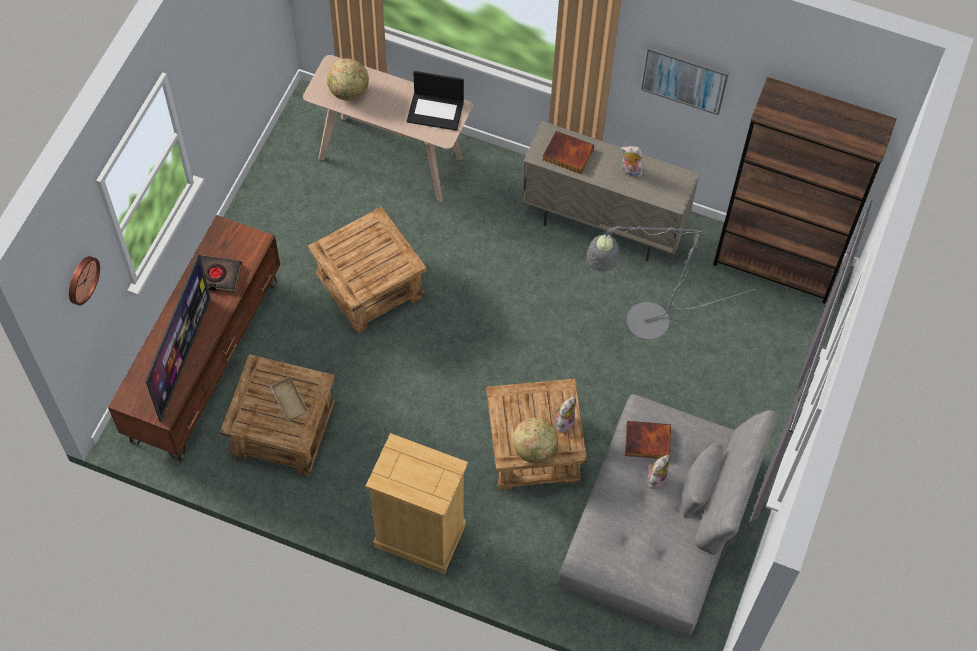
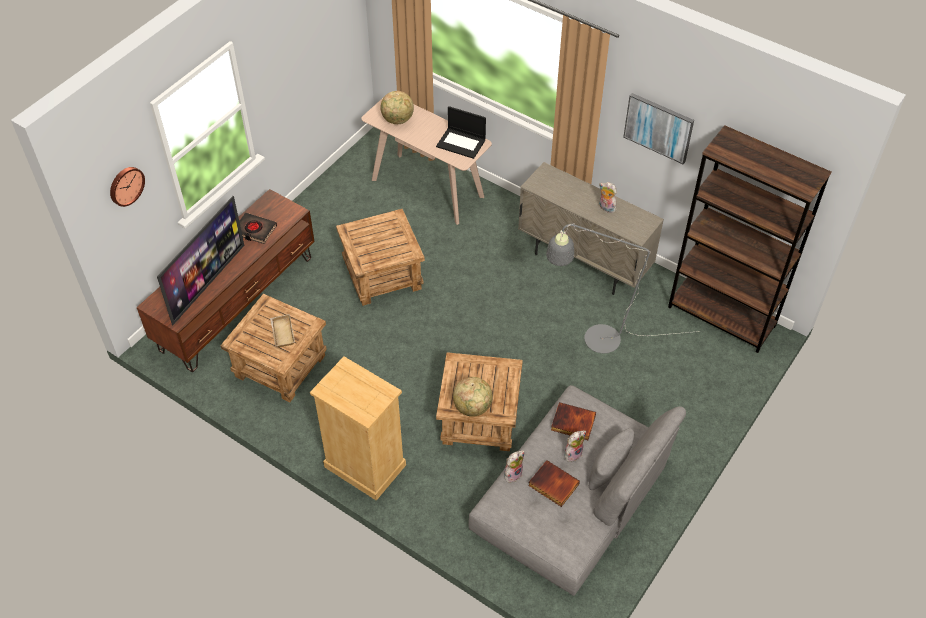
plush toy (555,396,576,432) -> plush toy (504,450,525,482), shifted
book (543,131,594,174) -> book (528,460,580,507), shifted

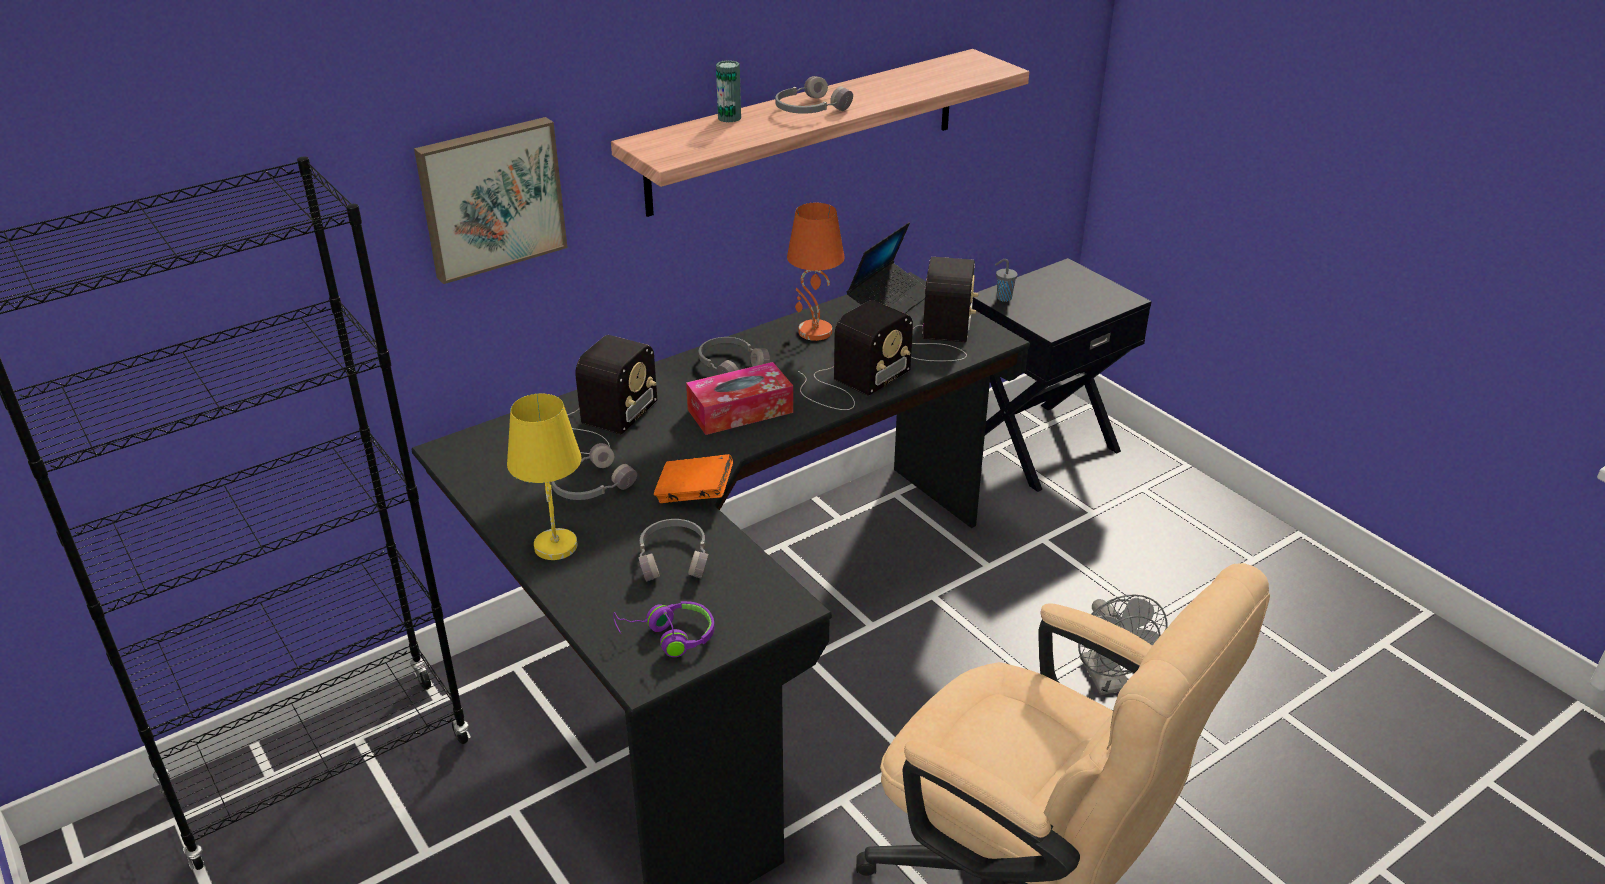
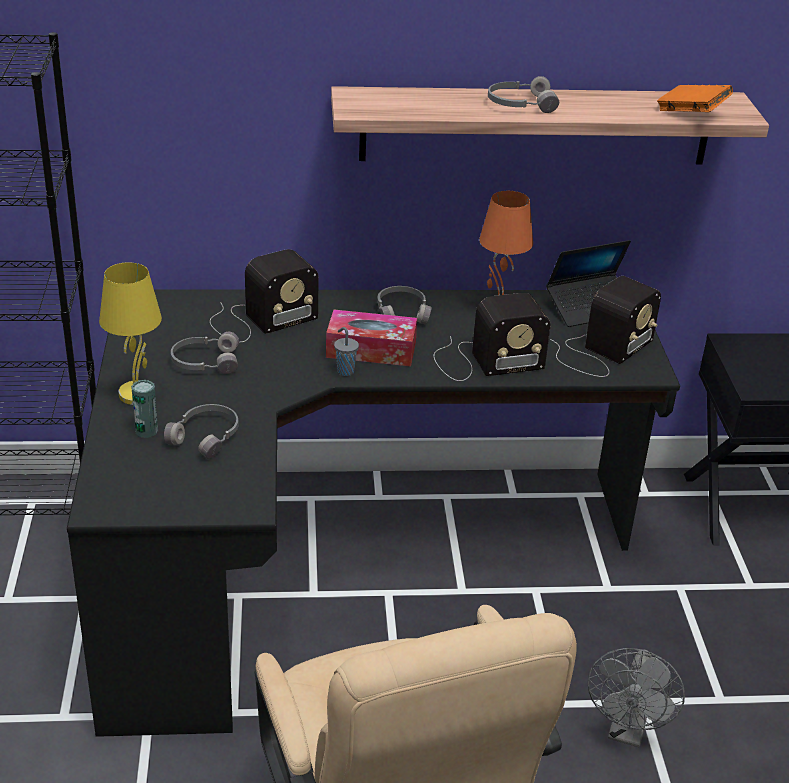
can (716,60,741,123) -> can (131,380,158,438), shifted
cup (grey) (995,259,1018,302) -> cup (grey) (334,327,359,376), shifted
book (orange) (654,454,733,503) -> book (orange) (657,85,733,112), shifted
picture (414,117,568,284) -> none
headphones (purple) (613,601,714,657) -> none

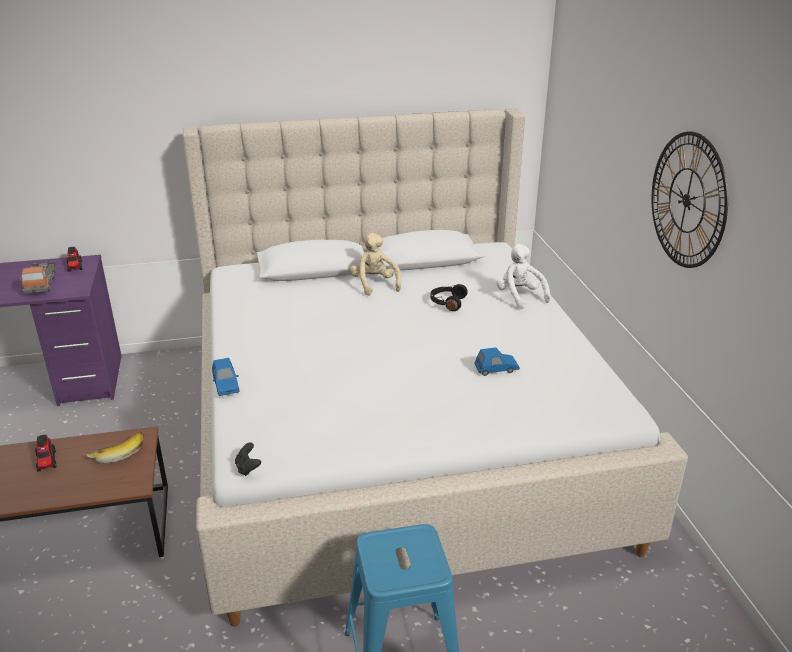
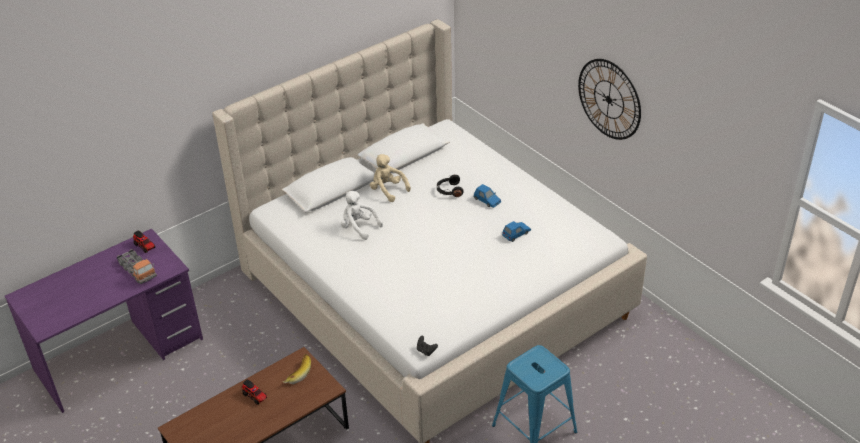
plush toy (white) (496,244,551,309) -> plush toy (white) (341,191,383,240), shifted
toy car (blue) (212,358,240,396) -> toy car (blue) (474,184,501,208), shifted

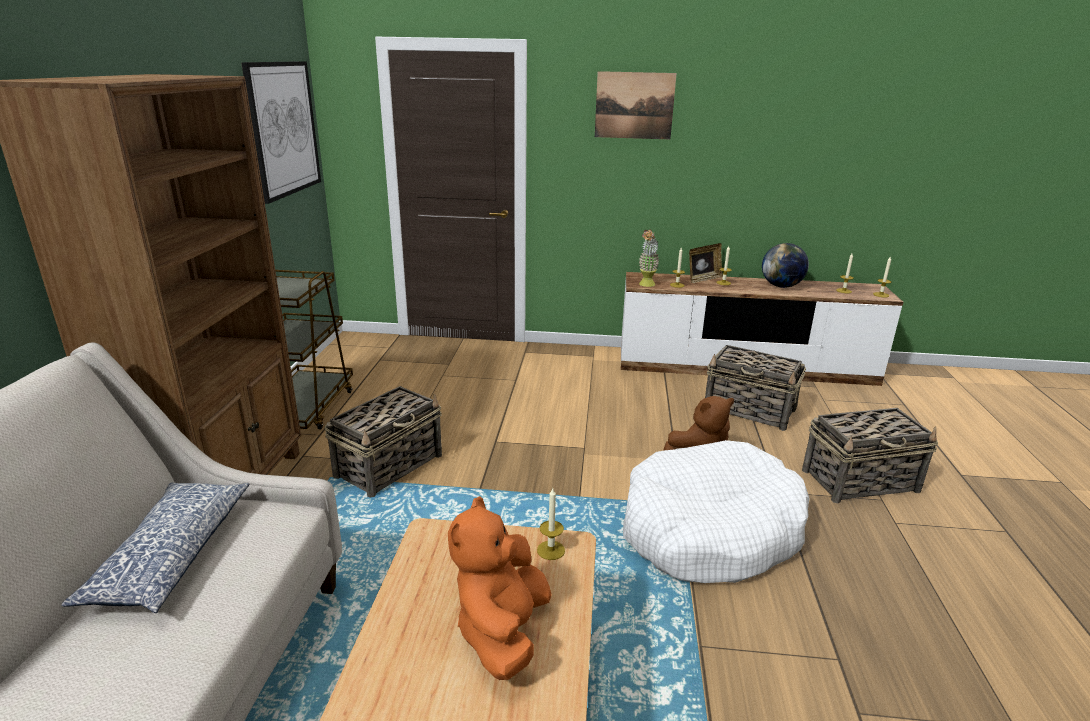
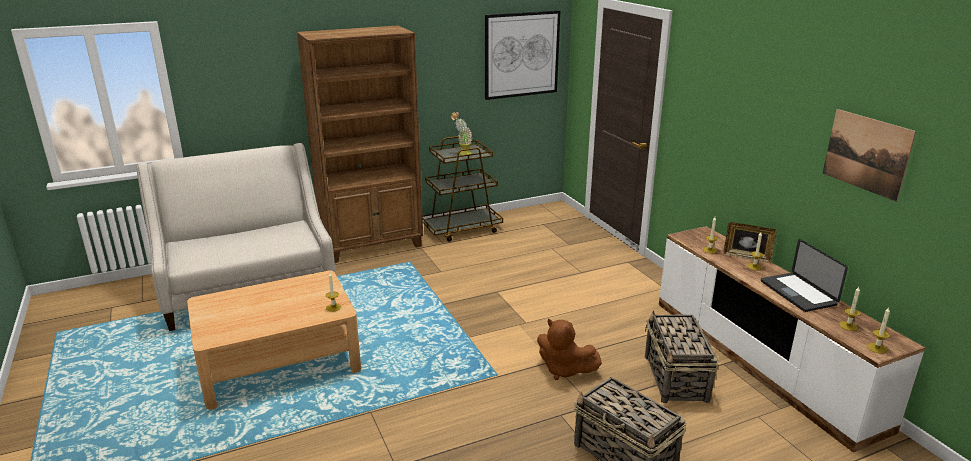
potted plant (639,229,660,287) -> potted plant (451,112,472,155), shifted
globe (762,243,809,288) -> laptop (761,239,848,312)
picture (595,71,677,139) -> picture (823,109,916,202), shifted
pillow (61,482,249,613) -> none
basket (325,386,442,498) -> none
plush toy (orange) (448,496,552,680) -> none
dog bed (white) (623,440,810,583) -> none

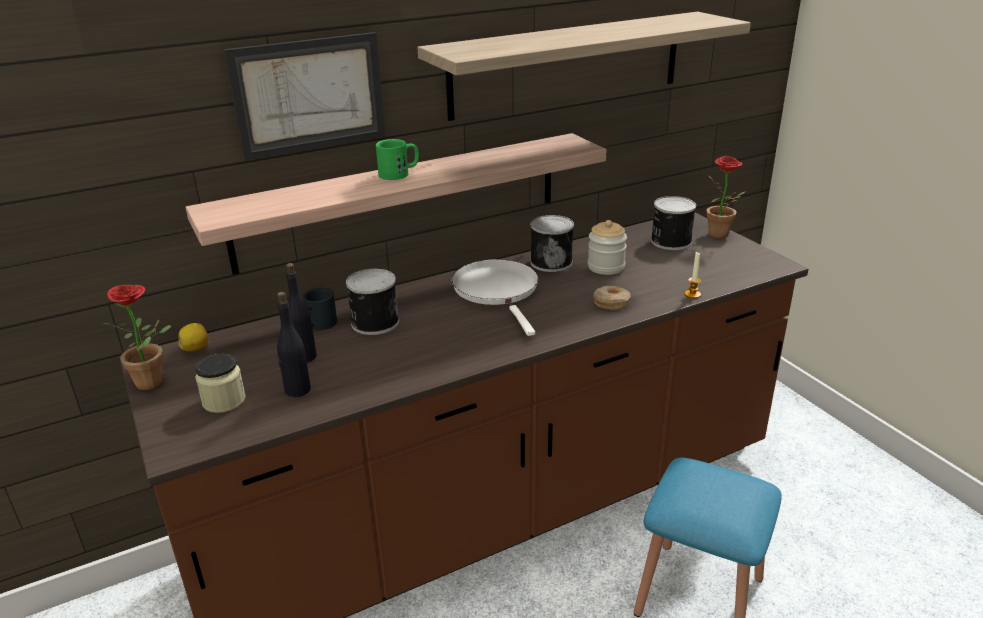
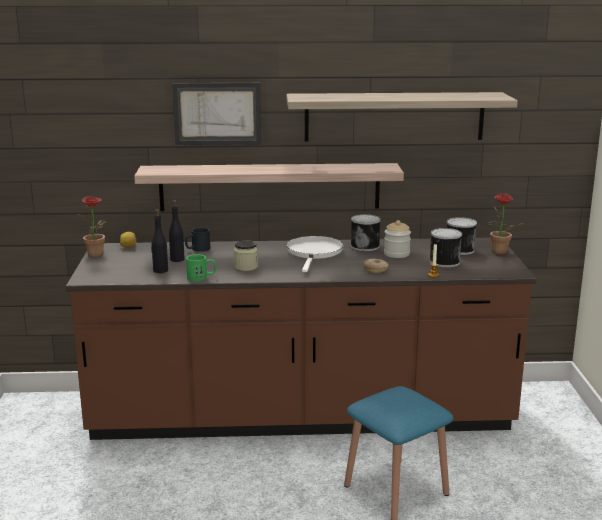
mug (green) (376,139,419,180) -> mug (green) (186,254,216,281), shifted
jar (195,354,246,413) -> jar (234,241,258,271), shifted
can (346,269,399,335) -> can (429,228,462,267), shifted

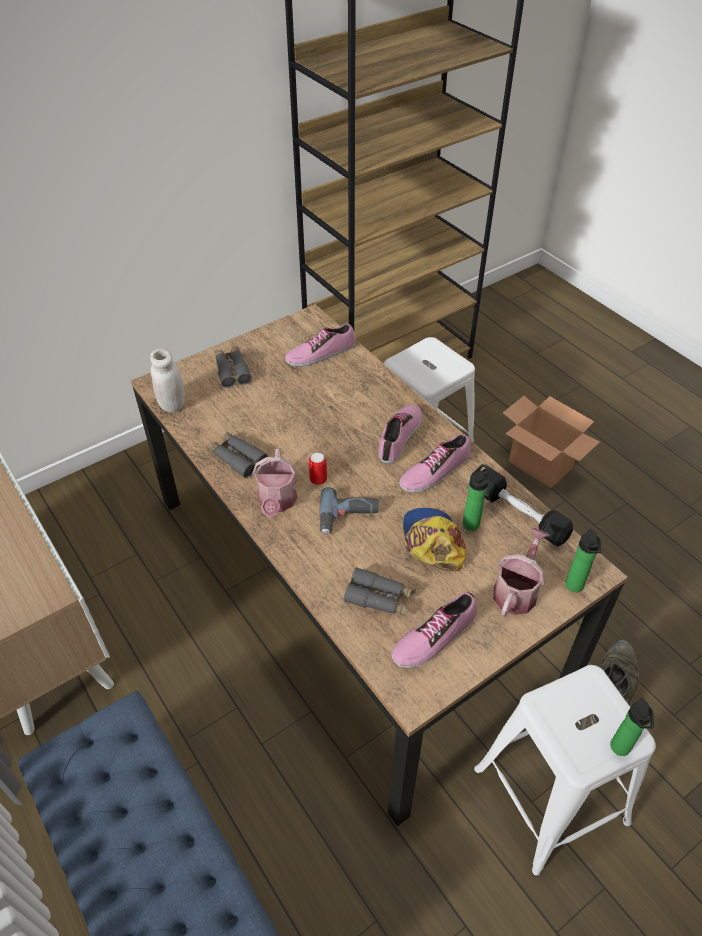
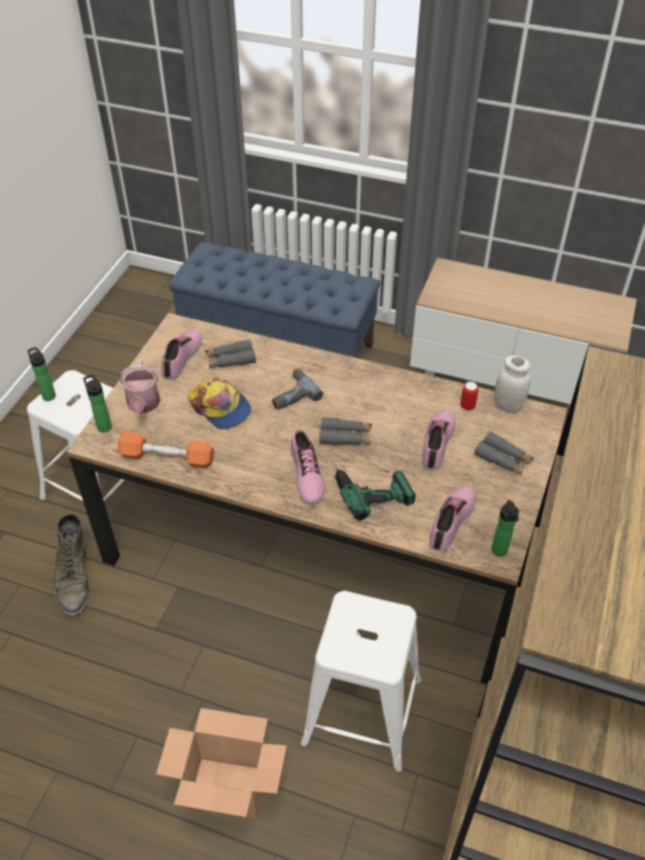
dumbbell (black) (482,468,573,546) -> dumbbell (orange) (118,431,214,468)
binoculars (grey) (208,431,268,478) -> binoculars (grey) (319,417,372,445), shifted
none -> power drill (333,461,416,520)
shoe (399,434,471,493) -> shoe (422,410,456,470), shifted
can (309,453,327,485) -> can (460,382,479,410), shifted
bottle (463,464,492,531) -> bottle (491,500,519,557), shifted
watering can (252,449,298,517) -> none

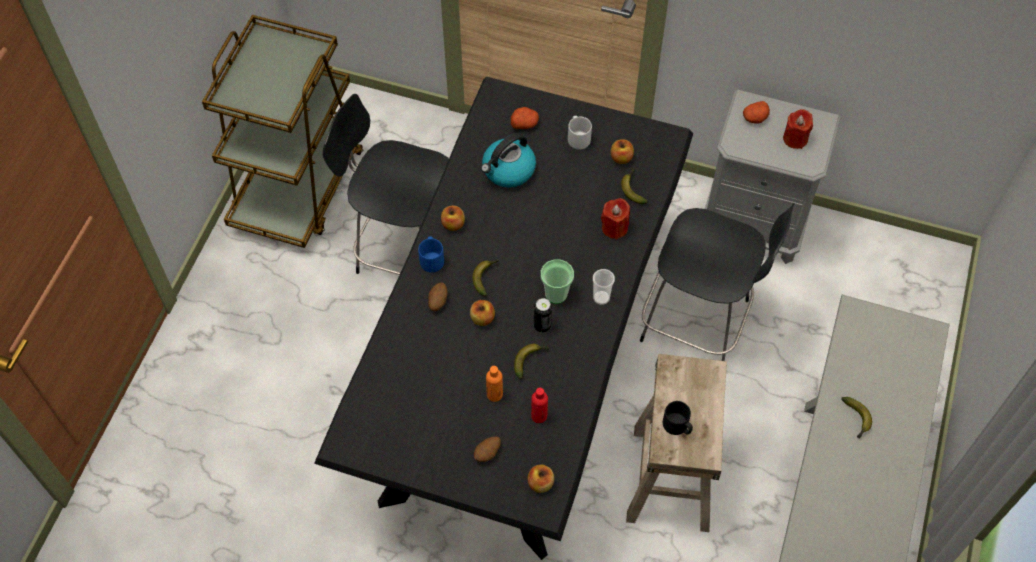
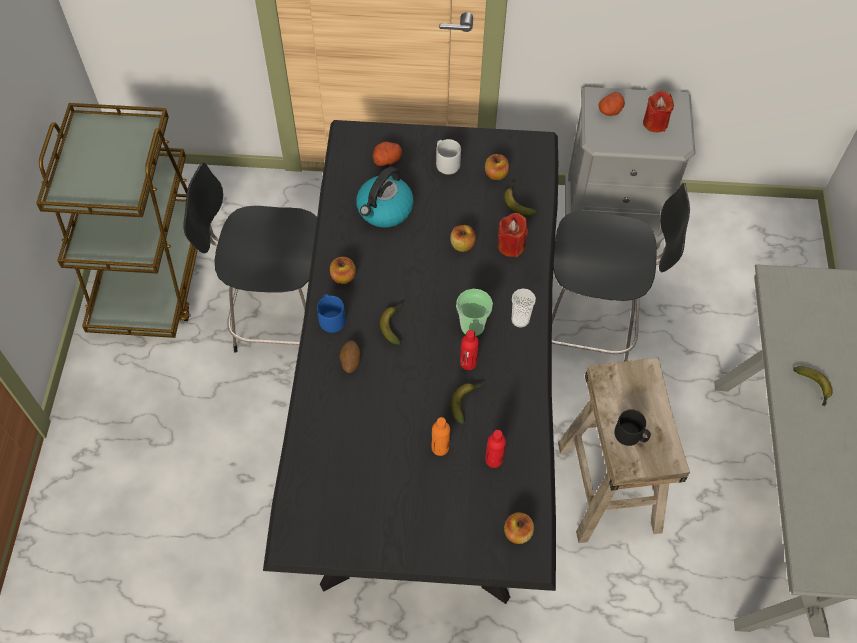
apple (470,300,495,326) -> apple (450,225,476,252), shifted
can (534,298,552,333) -> bottle (red) (460,330,479,370)
potato (474,437,501,462) -> none

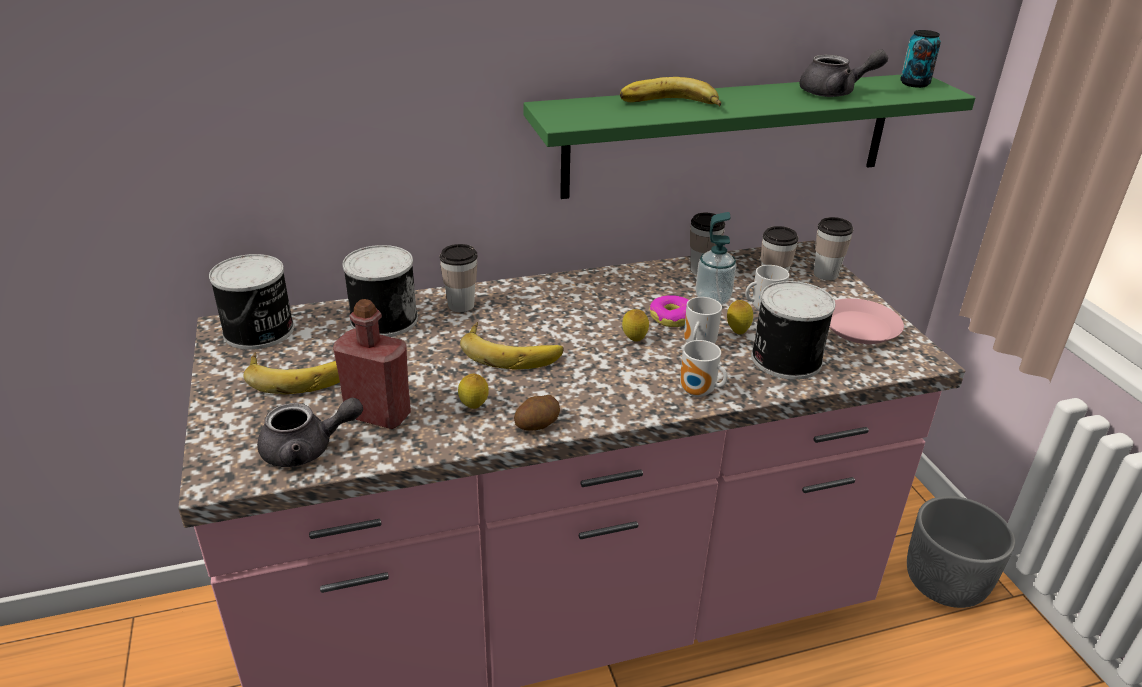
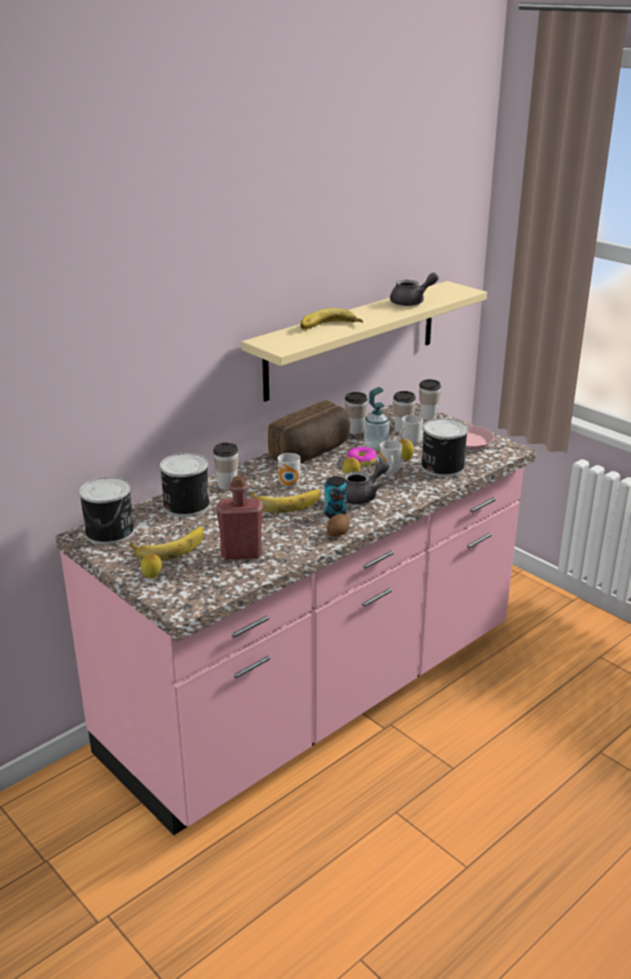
lemon (458,374,489,409) -> lemon (141,554,162,578), shifted
shelf (green) (523,75,975,199) -> shelf (beige) (241,281,487,402)
none -> bread (268,400,350,463)
mug (680,340,728,397) -> mug (278,453,307,487), shifted
can (900,30,941,88) -> can (324,476,347,518), shifted
teapot (grey) (257,397,363,467) -> teapot (grey) (344,460,389,504), shifted
planter (grey) (907,496,1015,608) -> none

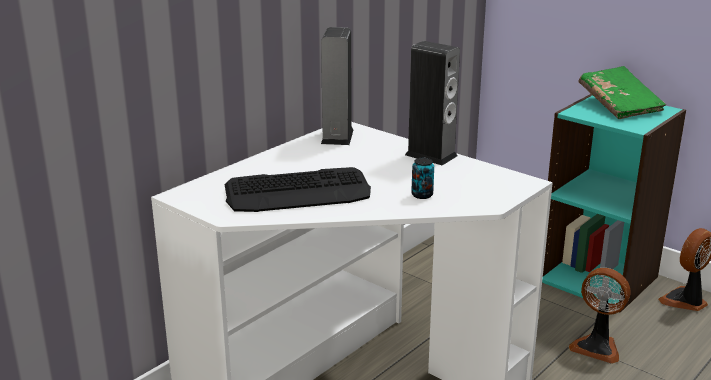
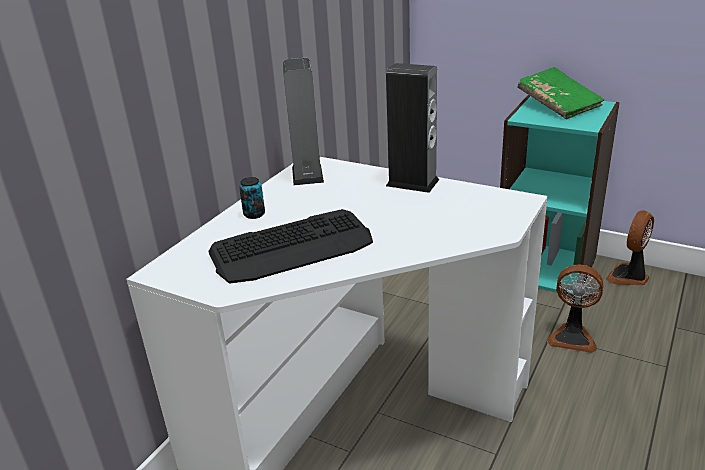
can (411,158,434,199) -> can (239,177,265,219), shifted

